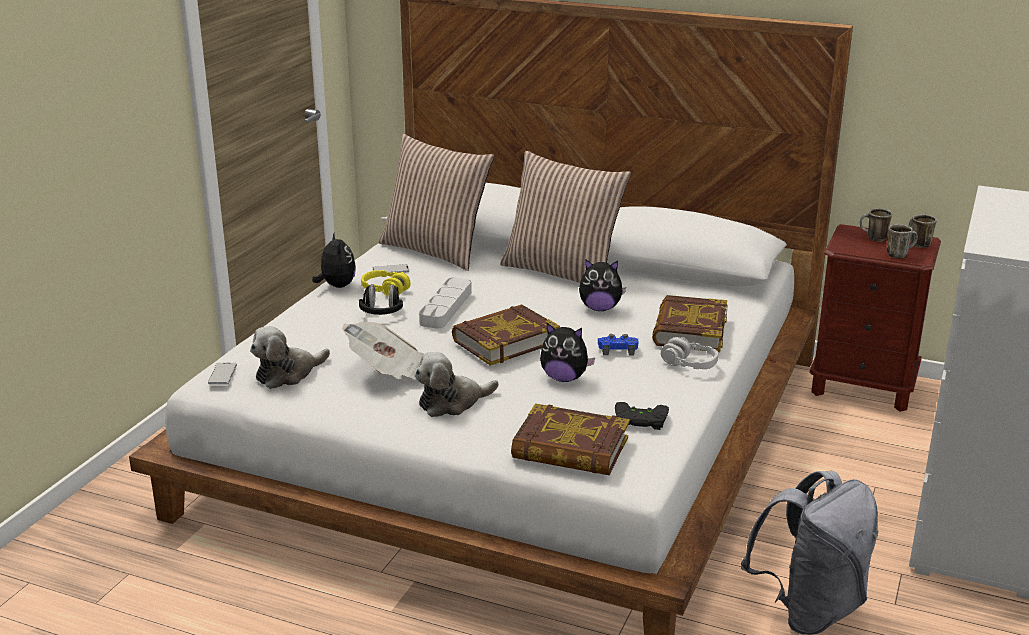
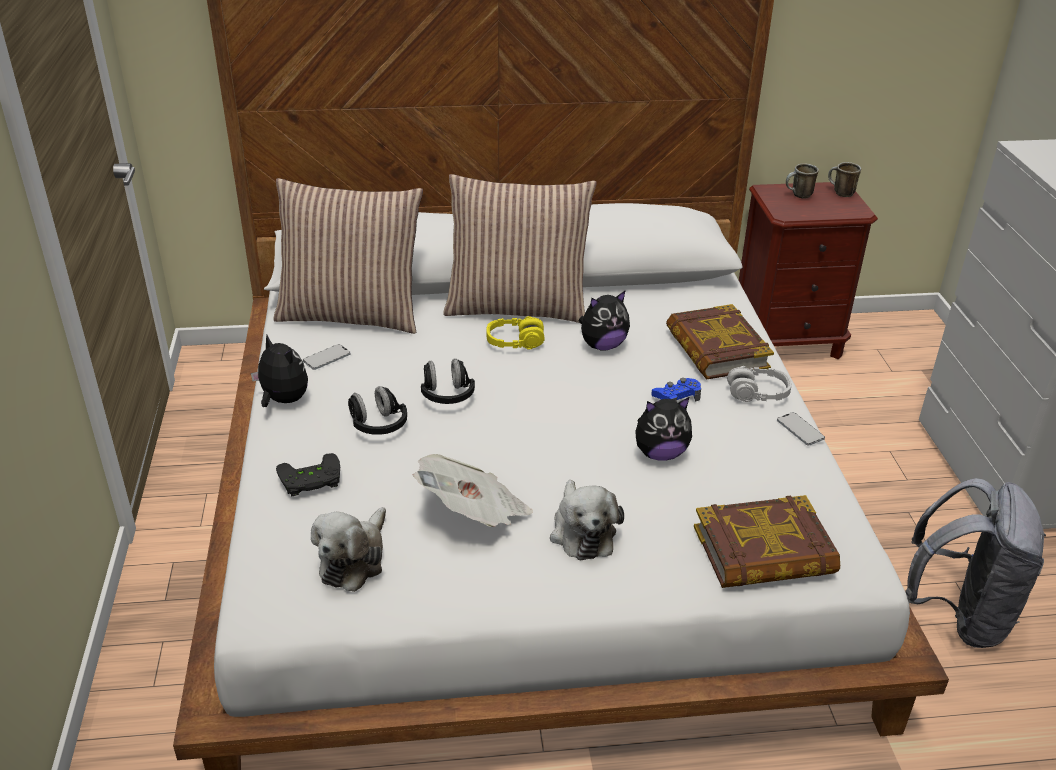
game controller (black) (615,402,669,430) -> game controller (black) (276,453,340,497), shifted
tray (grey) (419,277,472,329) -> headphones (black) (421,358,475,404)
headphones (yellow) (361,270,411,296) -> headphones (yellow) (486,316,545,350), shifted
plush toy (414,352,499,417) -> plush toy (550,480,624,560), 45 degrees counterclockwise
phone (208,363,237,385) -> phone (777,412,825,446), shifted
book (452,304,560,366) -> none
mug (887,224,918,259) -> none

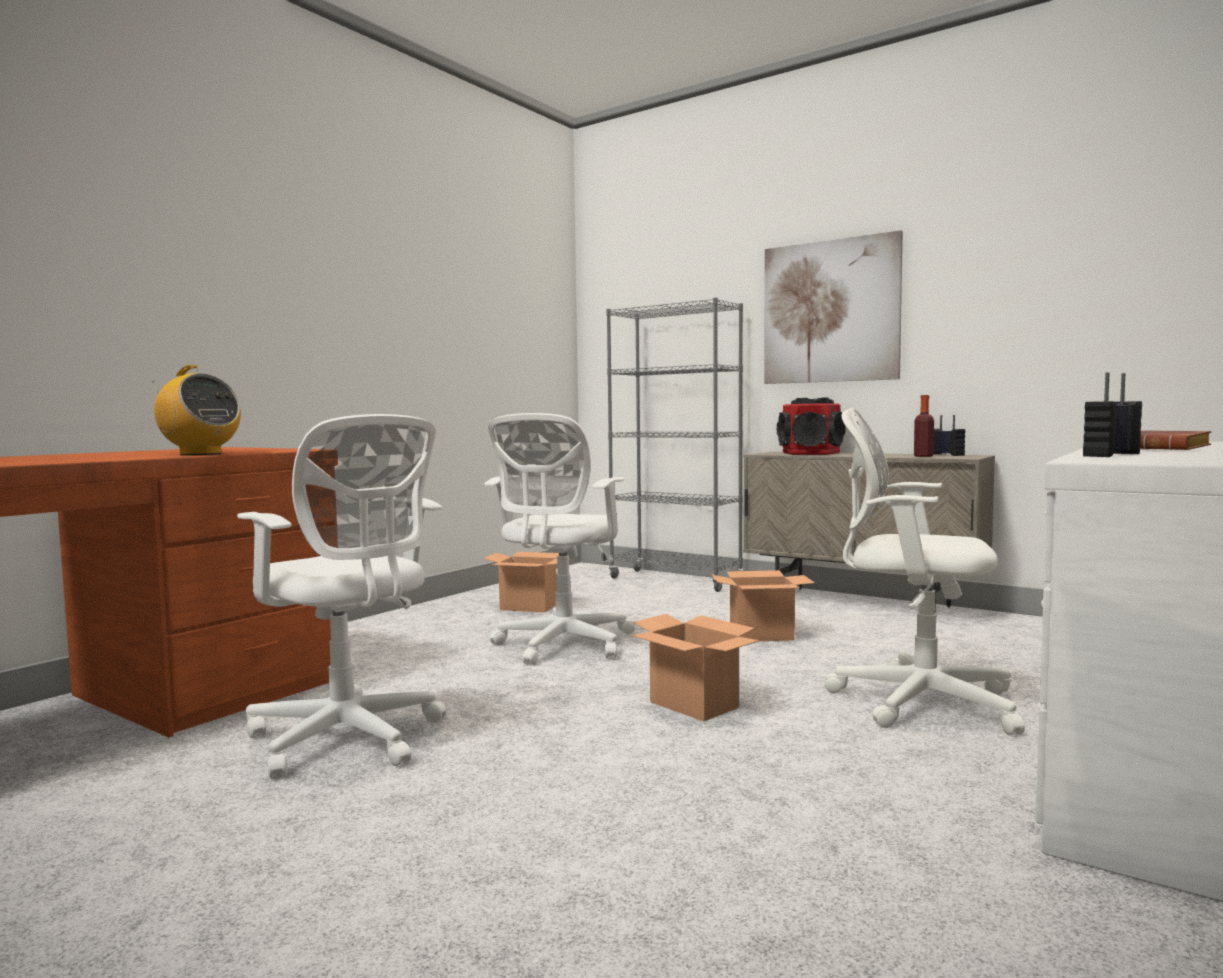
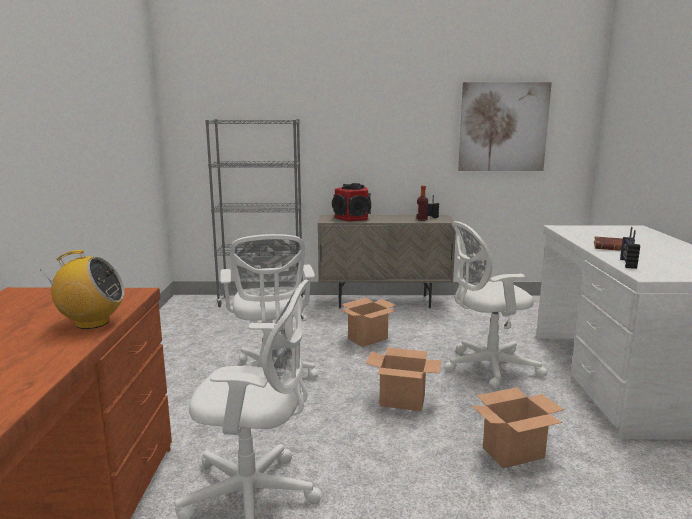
picture (764,230,903,384) -> picture (458,82,552,171), shifted
cardboard box (483,552,570,613) -> cardboard box (472,388,564,469), shifted

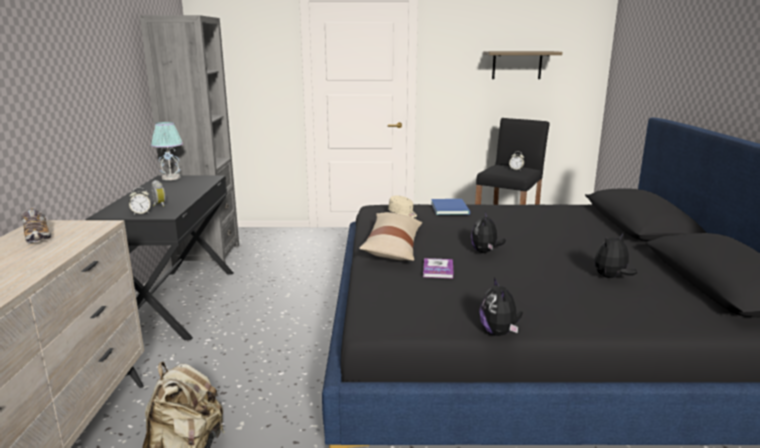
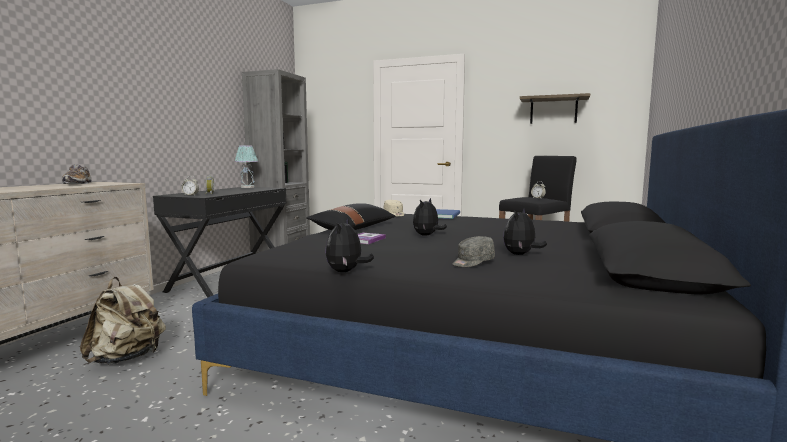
pillow (beige) (359,212,422,261) -> pillow (black) (306,203,396,230)
none -> cap (grey) (453,236,495,267)
plush toy (595,233,637,278) -> plush toy (503,208,547,255), 45 degrees counterclockwise

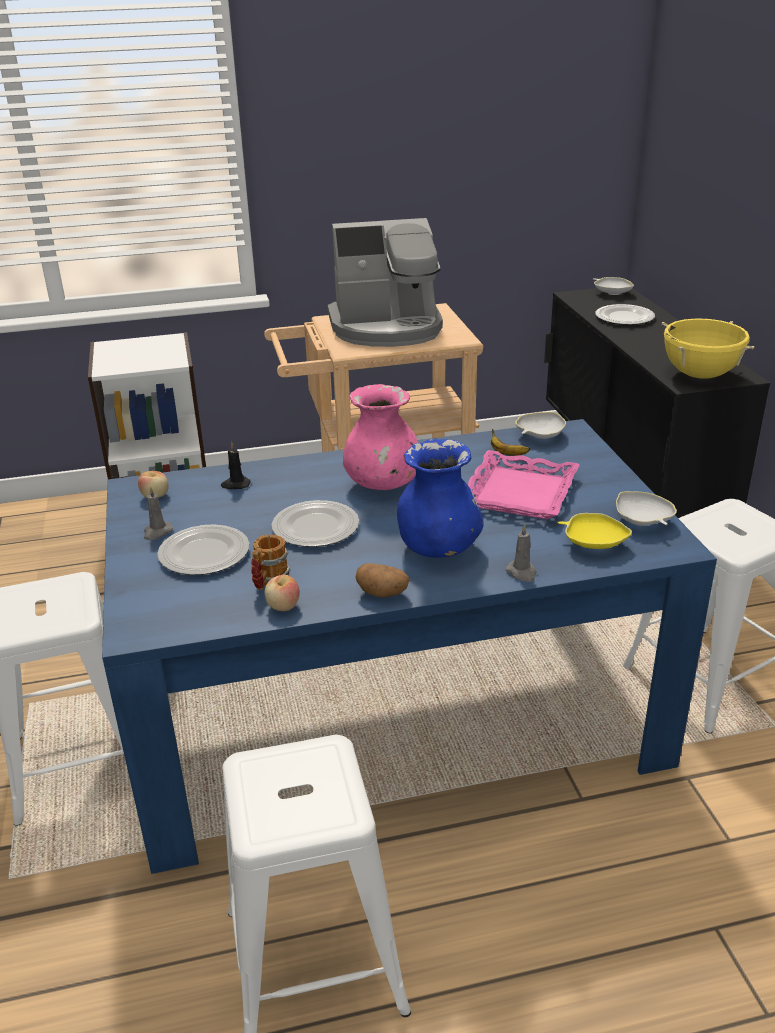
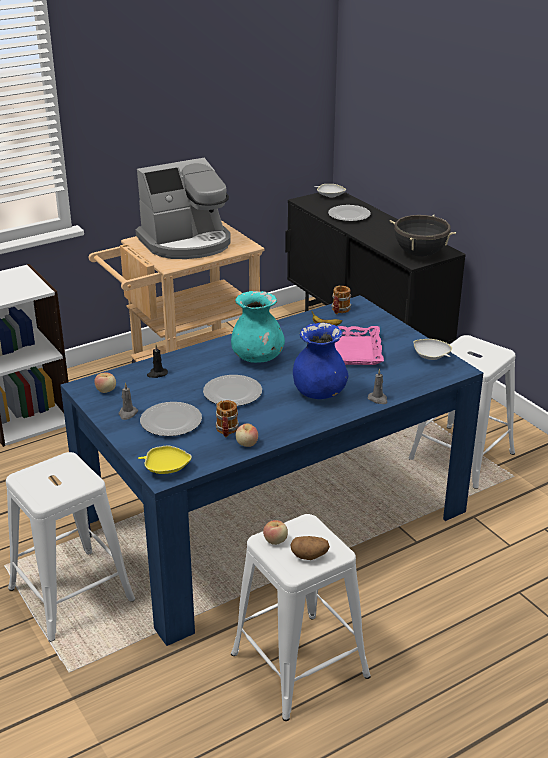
bowl (yellow) (557,513,632,549) -> bowl (yellow) (138,445,192,474), shifted
vase (pink) (343,384,418,490) -> vase (turquoise) (231,291,285,363)
none -> apple (263,520,288,545)
potato (356,563,410,598) -> potato (291,536,330,560), shifted
bowl (white) (516,412,566,439) -> mug (331,286,351,314)
cooking pot (yellow) (661,318,754,379) -> cooking pot (black) (390,215,456,257)

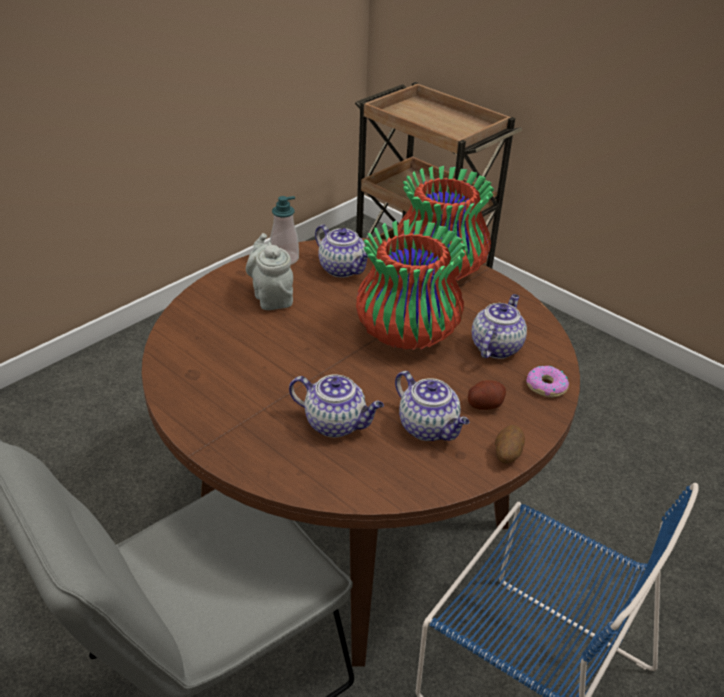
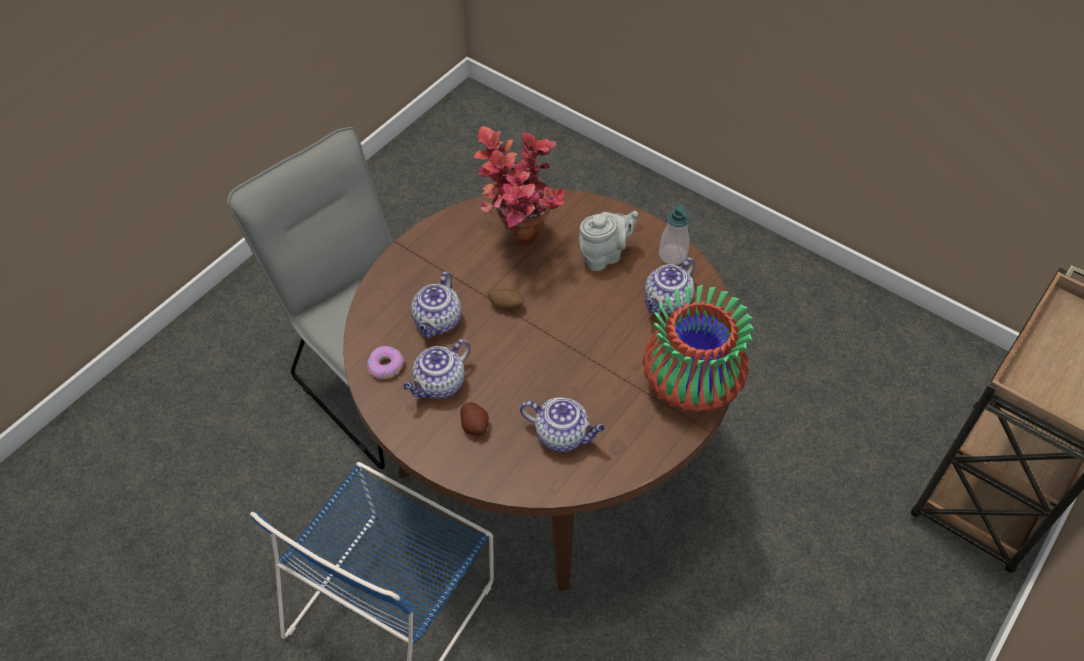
donut (527,366,569,397) -> donut (367,346,404,379), shifted
none -> potted plant (474,126,564,246)
potato (495,425,525,464) -> potato (488,289,524,309), shifted
vase (356,219,466,351) -> none

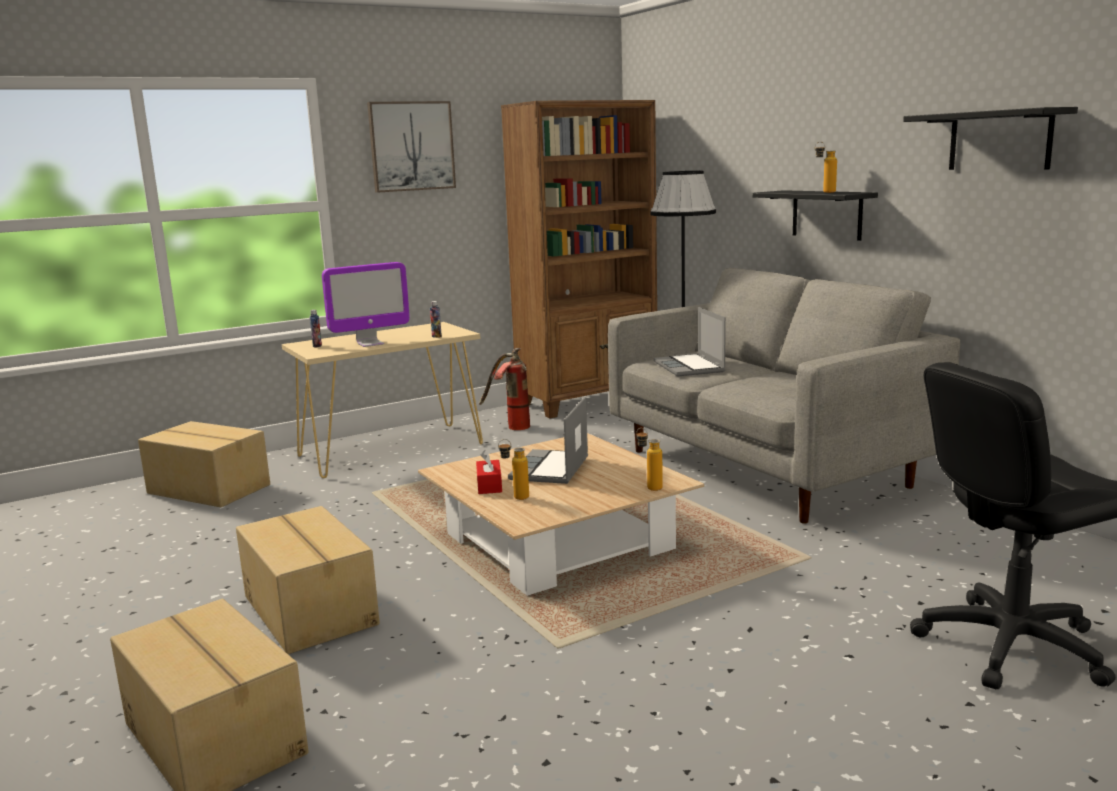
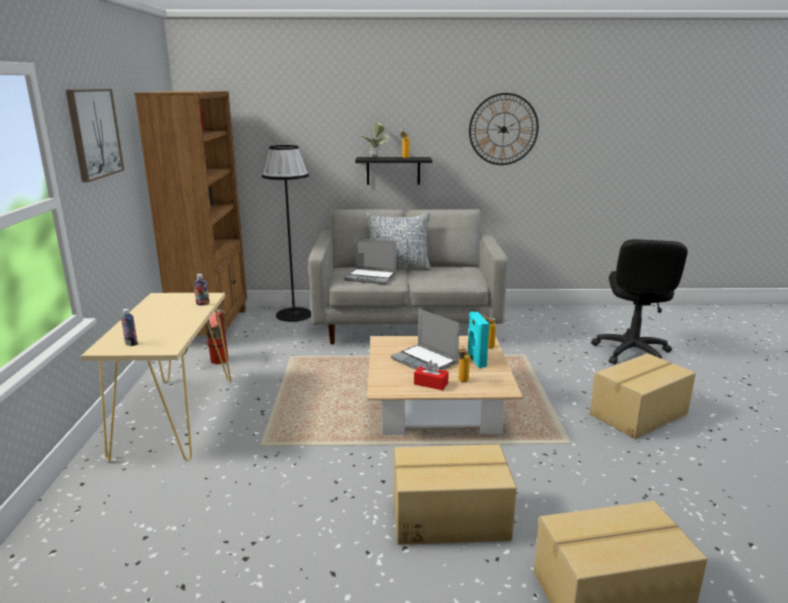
none -> potted plant (361,121,390,158)
none -> pillow (366,213,431,270)
none -> speaker (turquoise) (468,312,489,368)
shelf (black) (903,107,1078,170) -> wall clock (469,93,539,165)
cardboard box (138,421,270,507) -> cardboard box (589,353,696,439), shifted
monitor (322,262,410,347) -> none

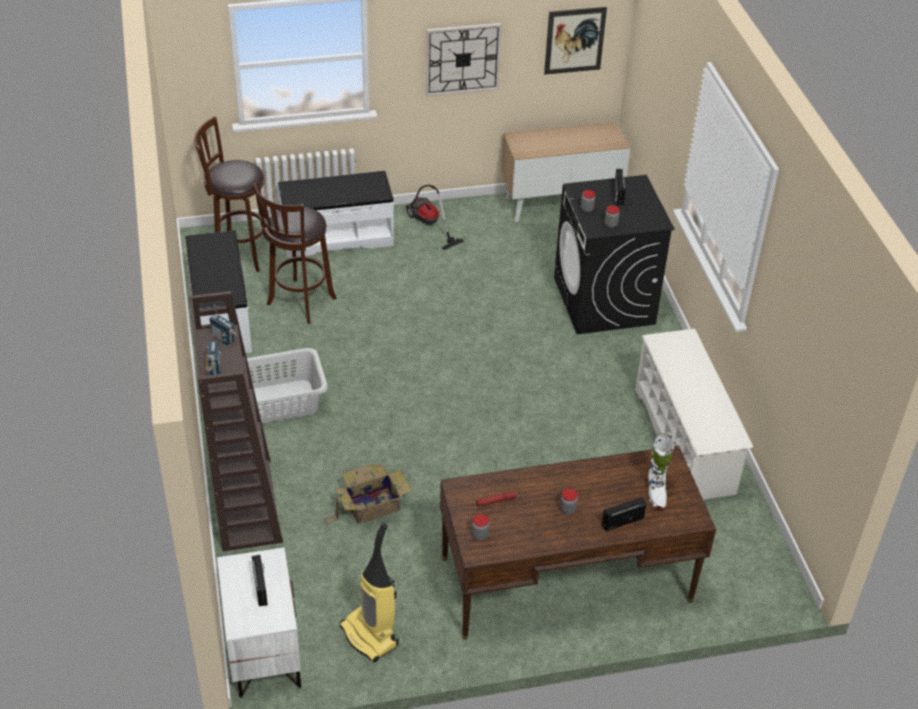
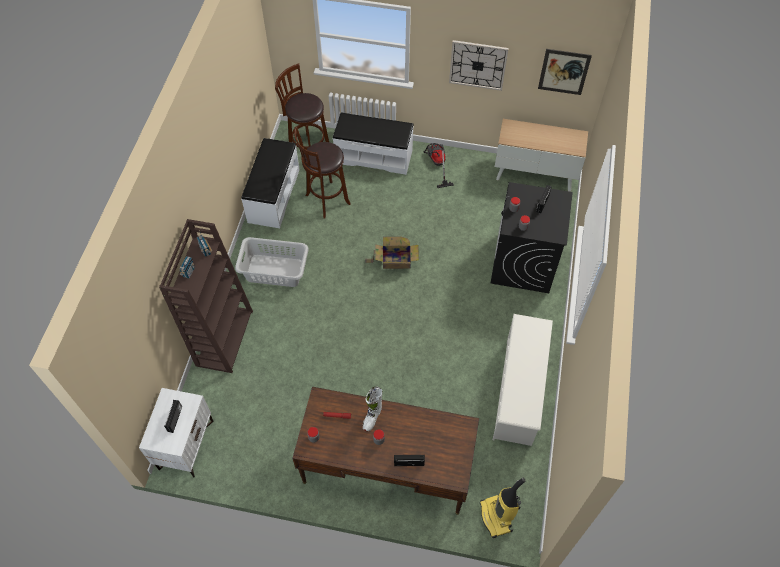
boot (white) (648,433,675,509) -> boot (white) (363,387,382,431), shifted
cardboard box (323,465,412,524) -> cardboard box (365,236,419,269), shifted
vacuum cleaner (340,523,399,662) -> vacuum cleaner (480,478,525,538), shifted

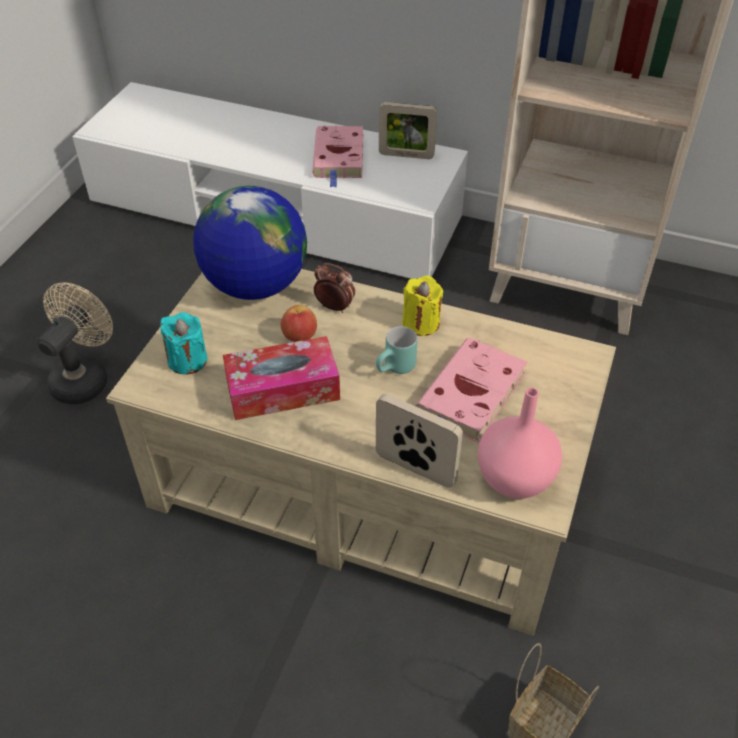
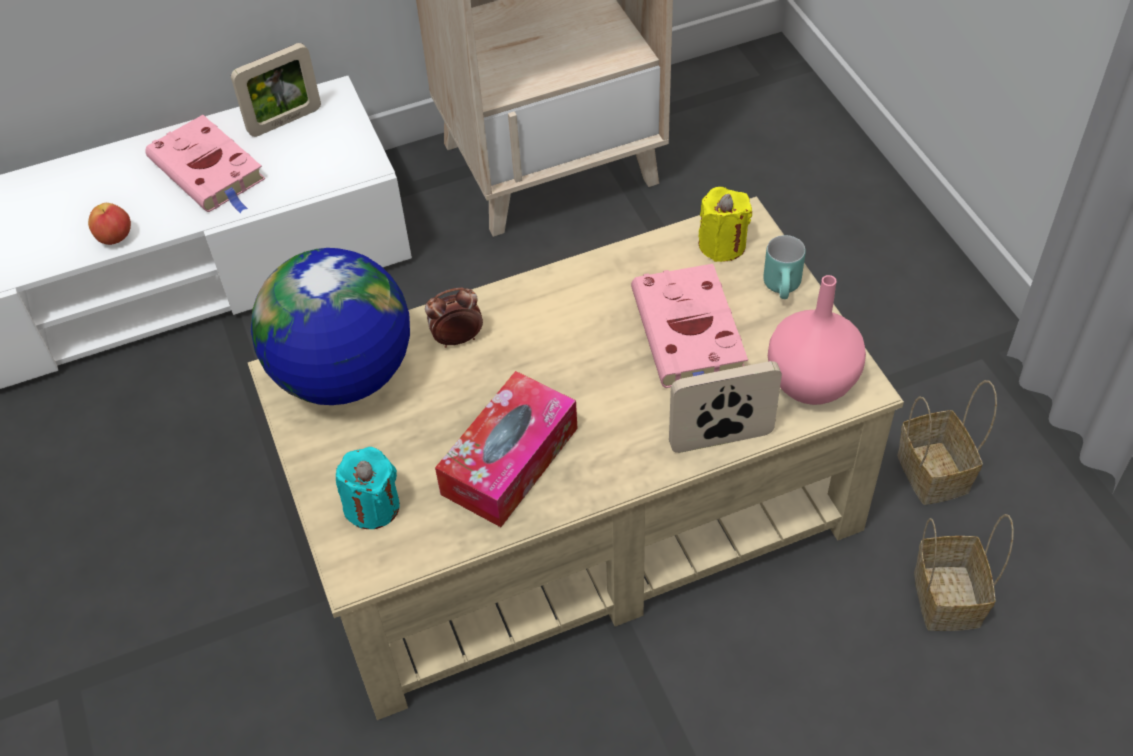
apple (281,305,317,342) -> apple (88,203,131,245), shifted
candle (yellow) (402,276,443,336) -> candle (yellow) (698,187,752,262), shifted
mug (turquoise) (376,326,417,374) -> mug (turquoise) (763,235,806,299), shifted
none -> basket (897,380,997,505)
fan (beige) (37,283,113,404) -> none

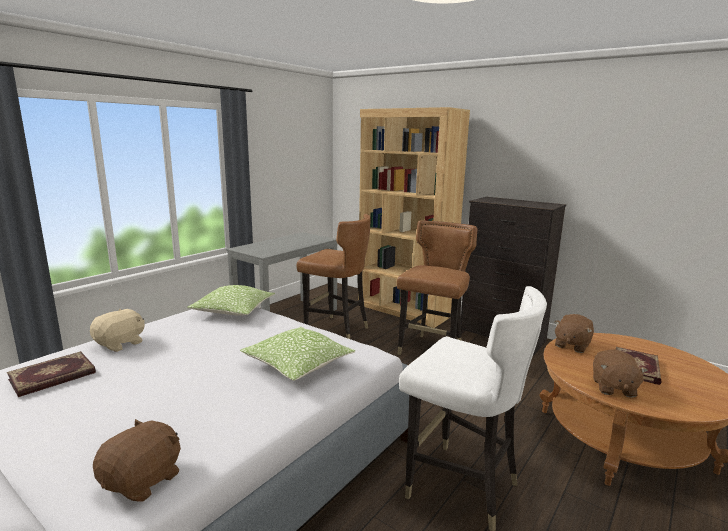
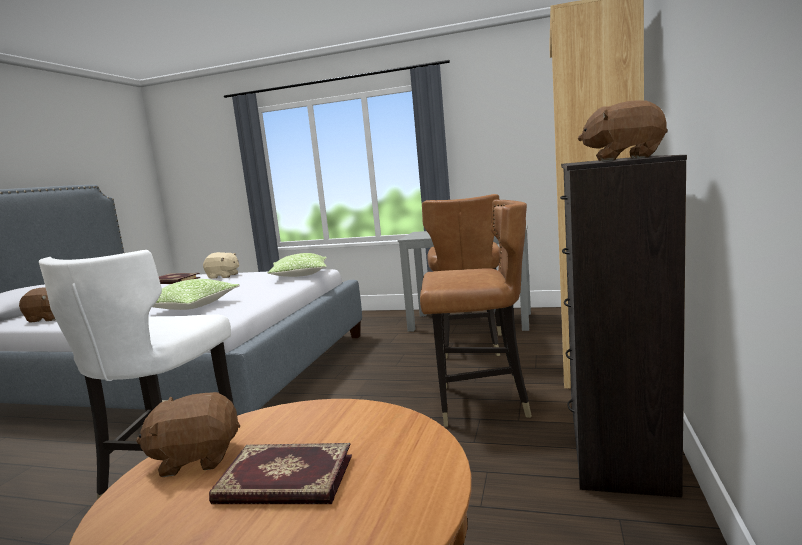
plush toy (brown) (554,314,594,353) -> plush toy (brown) (578,100,668,161), shifted

